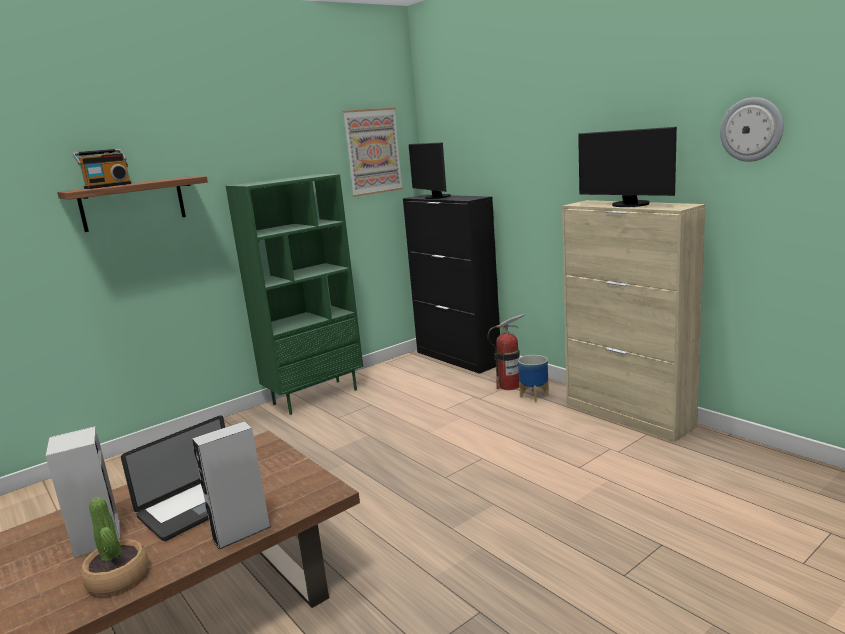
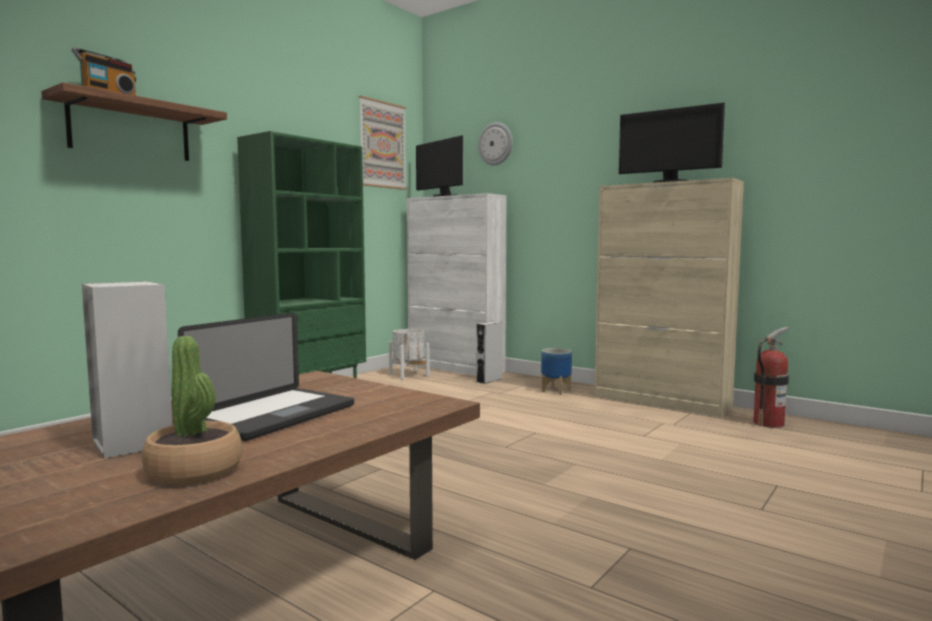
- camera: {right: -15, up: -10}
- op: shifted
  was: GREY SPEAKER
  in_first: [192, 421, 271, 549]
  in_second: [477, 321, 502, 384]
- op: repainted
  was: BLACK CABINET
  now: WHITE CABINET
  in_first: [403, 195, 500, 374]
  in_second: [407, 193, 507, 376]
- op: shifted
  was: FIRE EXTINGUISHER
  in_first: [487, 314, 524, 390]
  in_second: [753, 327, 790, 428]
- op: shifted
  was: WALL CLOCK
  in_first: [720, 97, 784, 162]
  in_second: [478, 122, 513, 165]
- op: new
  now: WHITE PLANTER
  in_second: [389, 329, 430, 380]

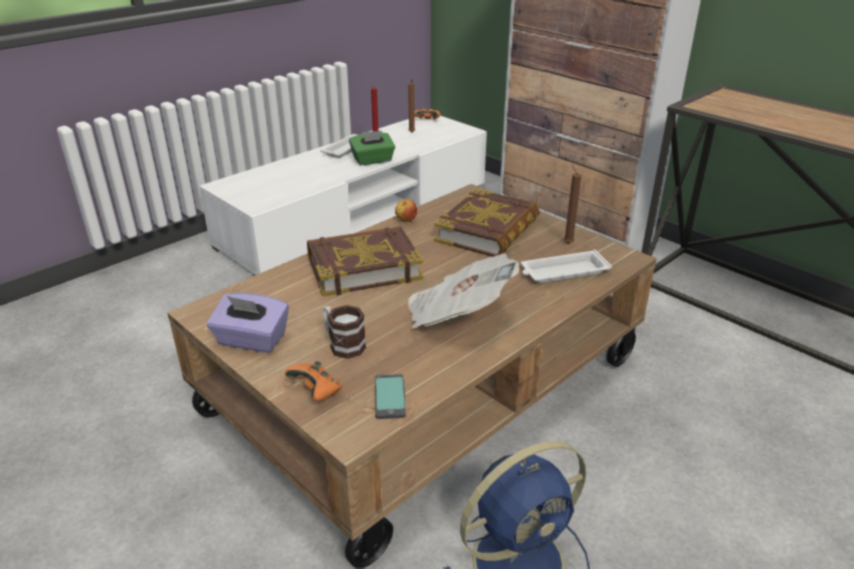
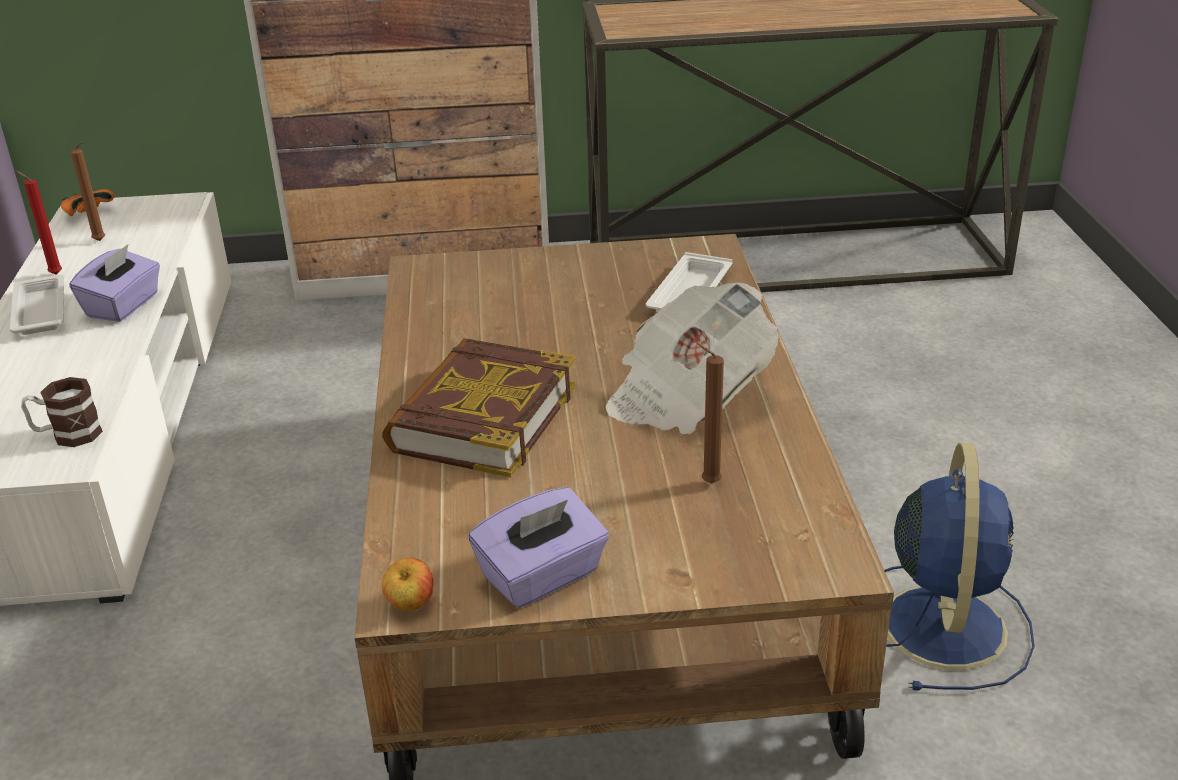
- camera: {right: -50, up: 0}
- op: gone
  was: ORANGE GAME CONTROLLER
  in_first: [285, 361, 343, 401]
- op: shifted
  was: MUG
  in_first: [323, 305, 366, 359]
  in_second: [21, 377, 103, 447]
- op: repainted
  was: GREEN TISSUE BOX
  now: PURPLE TISSUE BOX
  in_first: [349, 130, 395, 165]
  in_second: [69, 245, 160, 322]
- op: gone
  was: PHONE
  in_first: [375, 374, 406, 419]
- op: shifted
  was: APPLE
  in_first: [395, 199, 417, 222]
  in_second: [382, 558, 434, 611]
- op: gone
  was: BOOK
  in_first: [434, 189, 540, 257]
- op: shifted
  was: BROWN CANDLE
  in_first: [564, 164, 581, 244]
  in_second: [697, 343, 724, 484]

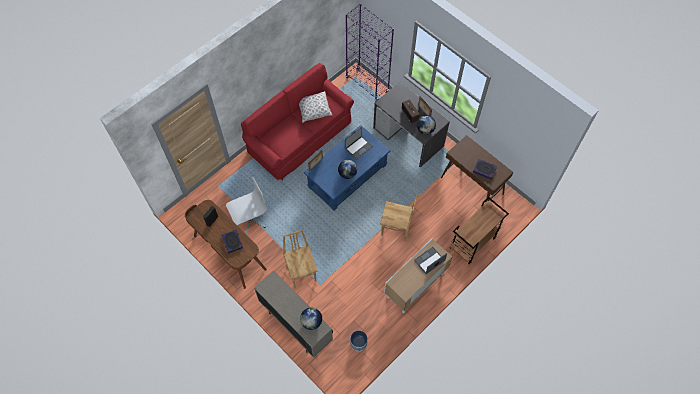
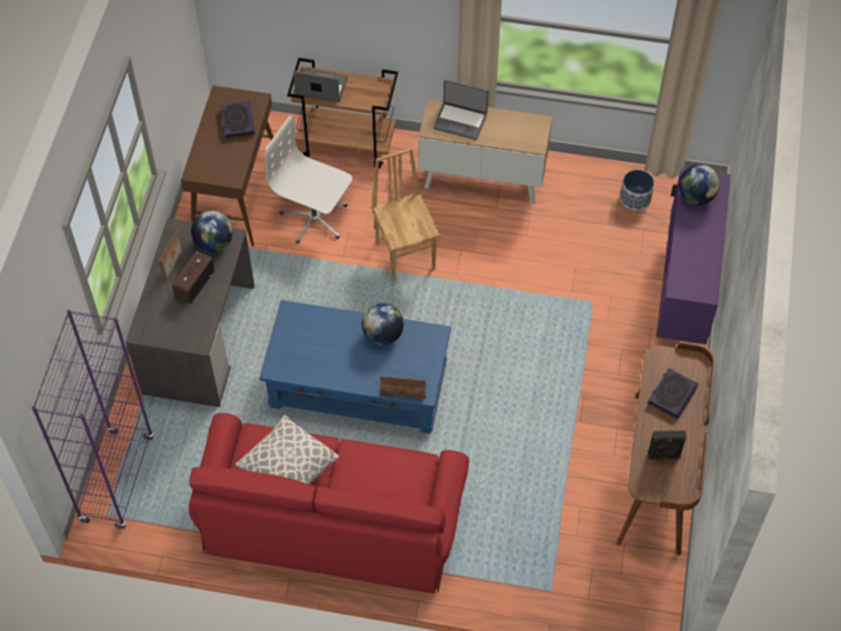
- camera: {right: -125, up: -5}
- op: shifted
  was: WHITE OFFICE CHAIR
  in_first: [226, 177, 267, 235]
  in_second: [265, 116, 352, 244]
- op: repainted
  was: BEIGE CABINET
  now: PURPLE CABINET
  in_first: [254, 271, 333, 357]
  in_second: [656, 167, 731, 345]
- op: gone
  was: BROWN CHAIR
  in_first: [283, 230, 317, 288]
- op: shifted
  was: LAPTOP
  in_first: [345, 127, 373, 160]
  in_second: [293, 69, 348, 102]

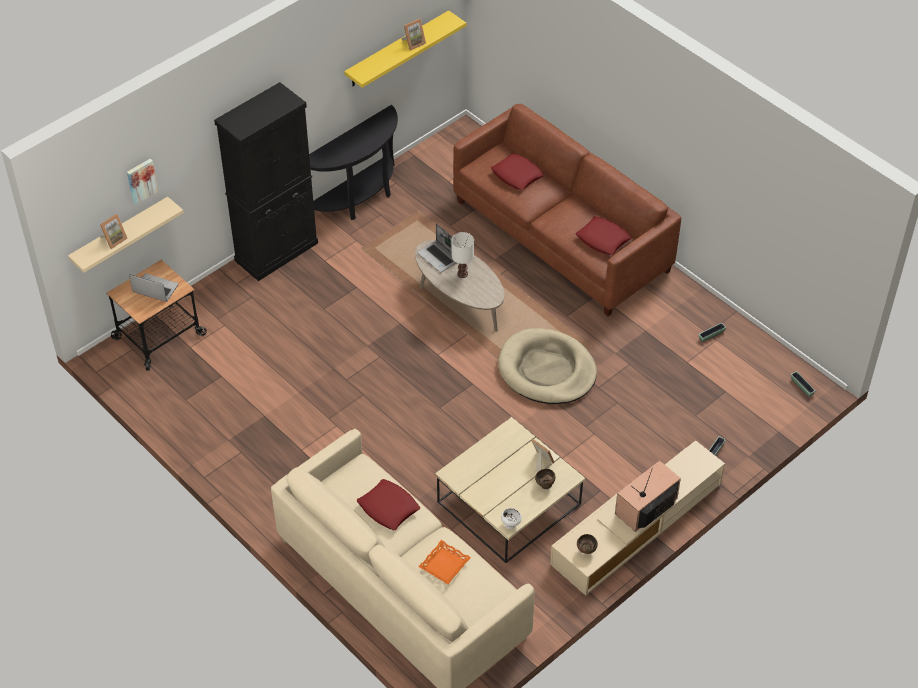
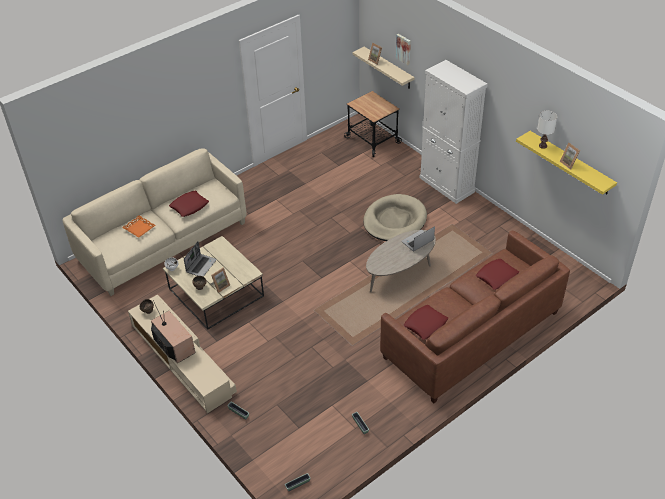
- camera: {right: 95, up: -5}
- op: shifted
  was: LAPTOP
  in_first: [129, 273, 178, 302]
  in_second: [184, 241, 217, 277]
- op: repainted
  was: BLACK CABINET
  now: WHITE CABINET
  in_first: [214, 82, 318, 281]
  in_second: [420, 60, 487, 204]
- op: gone
  was: BLACK CONSOLE TABLE
  in_first: [309, 105, 398, 220]
- op: shifted
  was: WHITE TABLE LAMP
  in_first: [451, 232, 474, 278]
  in_second: [537, 111, 557, 149]
- op: shifted
  was: BEIGE DOG BED
  in_first: [498, 328, 597, 404]
  in_second: [363, 194, 427, 241]

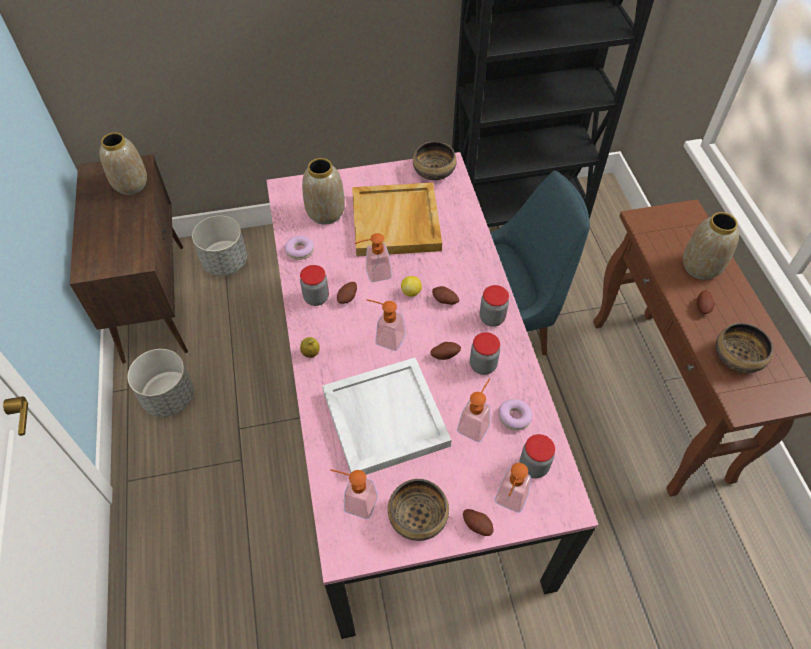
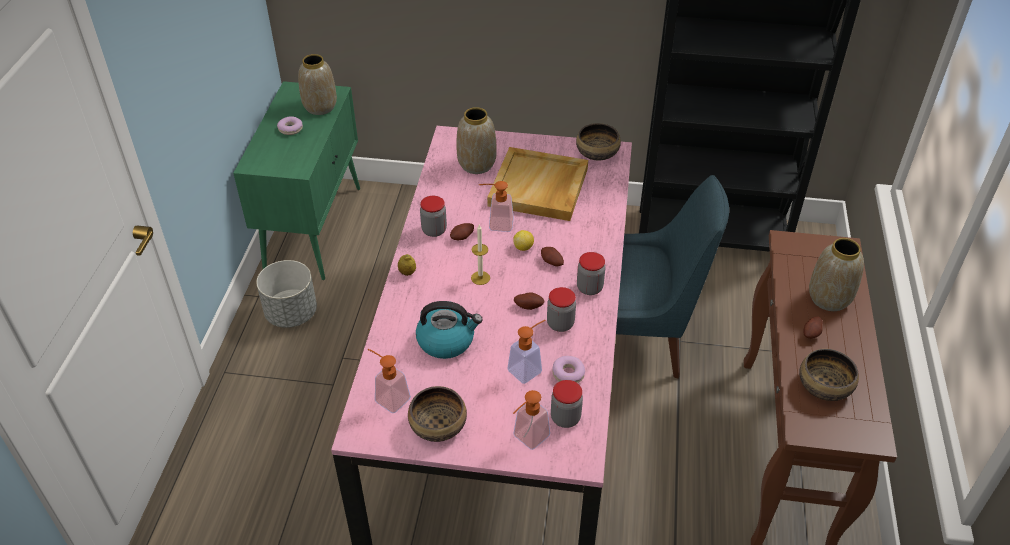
- camera: {right: 20, up: -10}
- op: repainted
  was: BROWN CABINET
  now: GREEN CABINET
  in_first: [70, 155, 188, 364]
  in_second: [233, 81, 360, 280]
- op: gone
  was: GREY PLANTER
  in_first: [192, 215, 247, 276]
- op: shifted
  was: DONUT
  in_first: [285, 236, 314, 260]
  in_second: [277, 116, 303, 135]
- op: swapped
  was: WHITE TRAY
  now: KETTLE
  in_first: [322, 358, 451, 475]
  in_second: [416, 301, 483, 359]
- op: swapped
  was: SOAP DISPENSER
  now: CANDLE
  in_first: [366, 299, 405, 351]
  in_second: [471, 225, 490, 285]
- op: gone
  was: POTATO
  in_first: [463, 509, 493, 536]

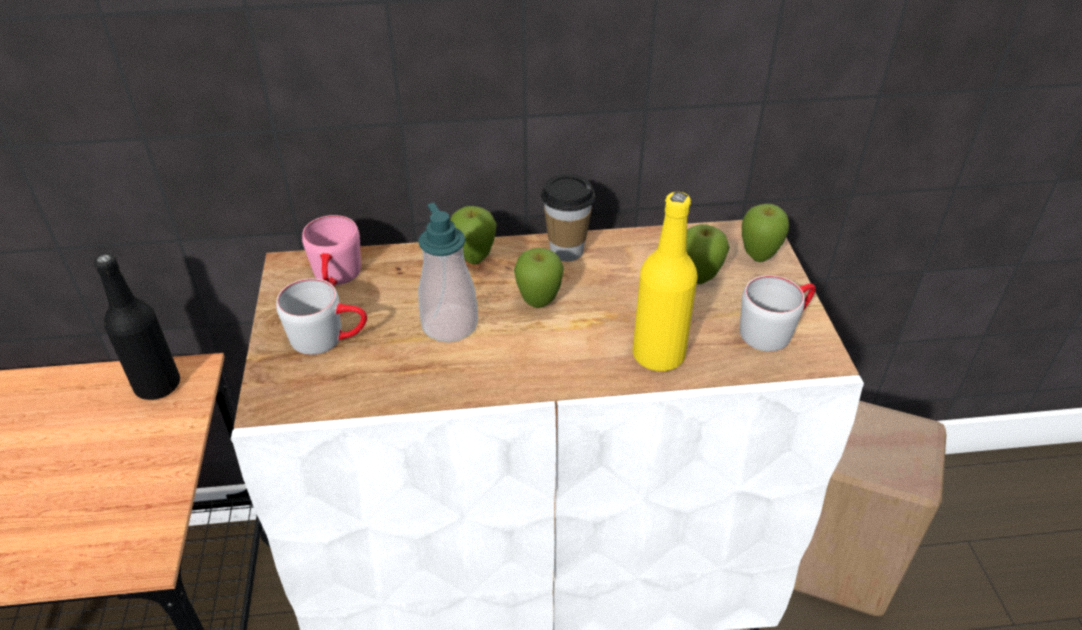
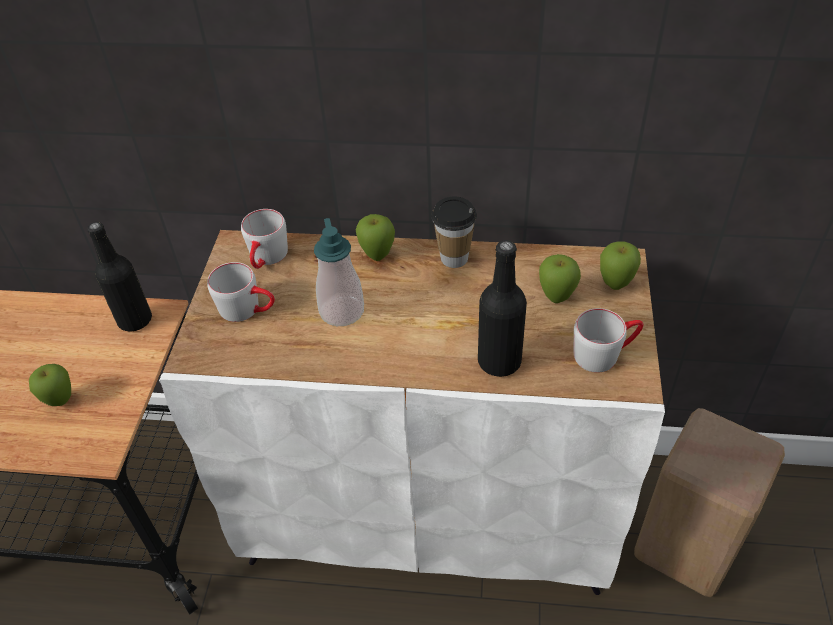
- camera: {right: 15, up: 5}
- op: repainted
  was: PINK MUG
  now: GREY MUG
  in_first: [302, 215, 361, 286]
  in_second: [241, 209, 288, 269]
- op: shifted
  was: APPLE
  in_first: [514, 248, 564, 308]
  in_second: [29, 364, 71, 406]
- op: repainted
  was: YELLOW BOTTLE
  now: BLACK BOTTLE
  in_first: [633, 192, 698, 371]
  in_second: [478, 240, 527, 377]

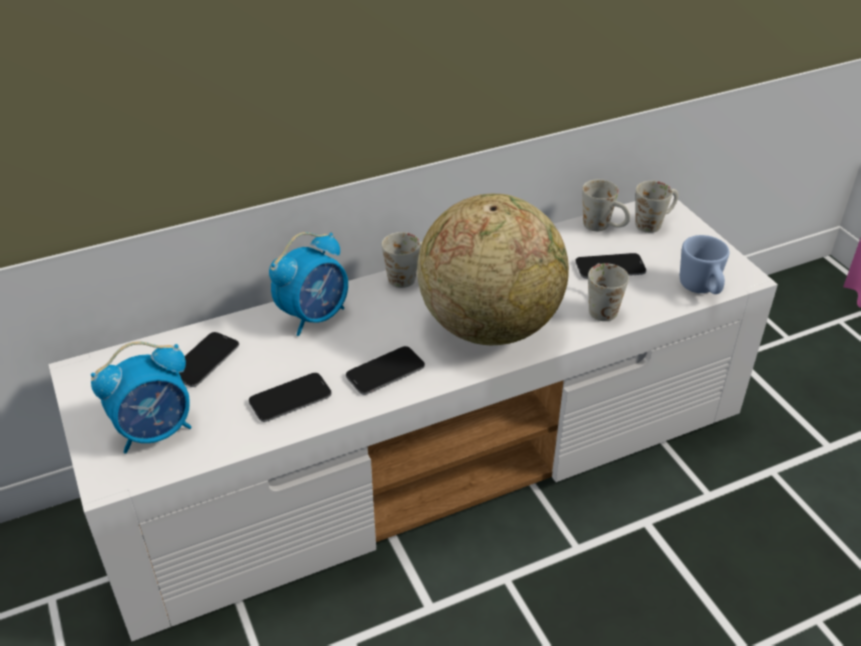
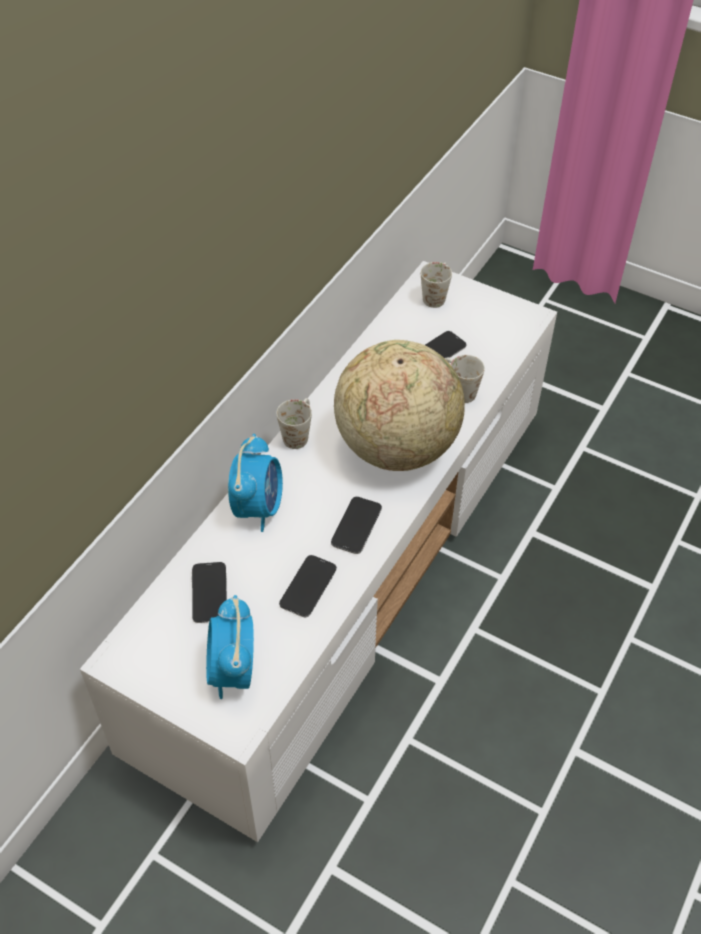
- camera: {right: -35, up: 10}
- op: rotated
  was: ALARM CLOCK
  in_first: [91, 342, 192, 454]
  in_second: [206, 595, 254, 699]
  clockwise: 150
- op: gone
  was: WHITE MUG
  in_first: [582, 179, 630, 231]
- op: gone
  was: BLUE MUG
  in_first: [680, 235, 729, 294]

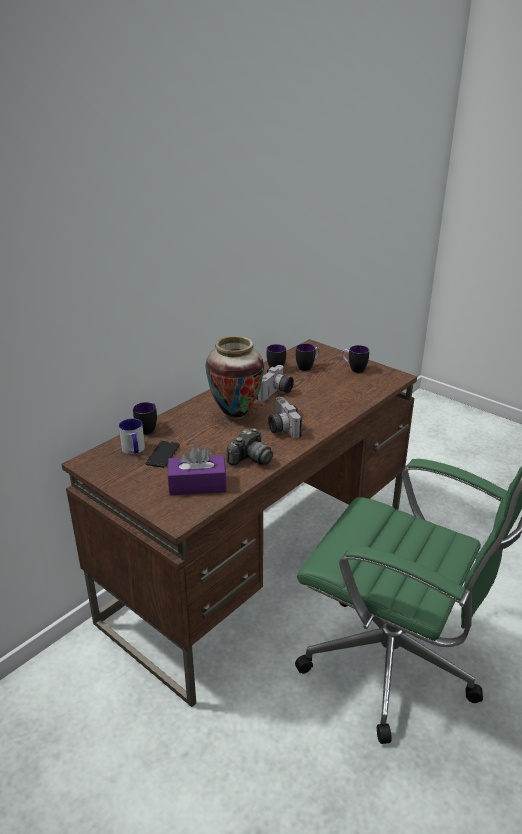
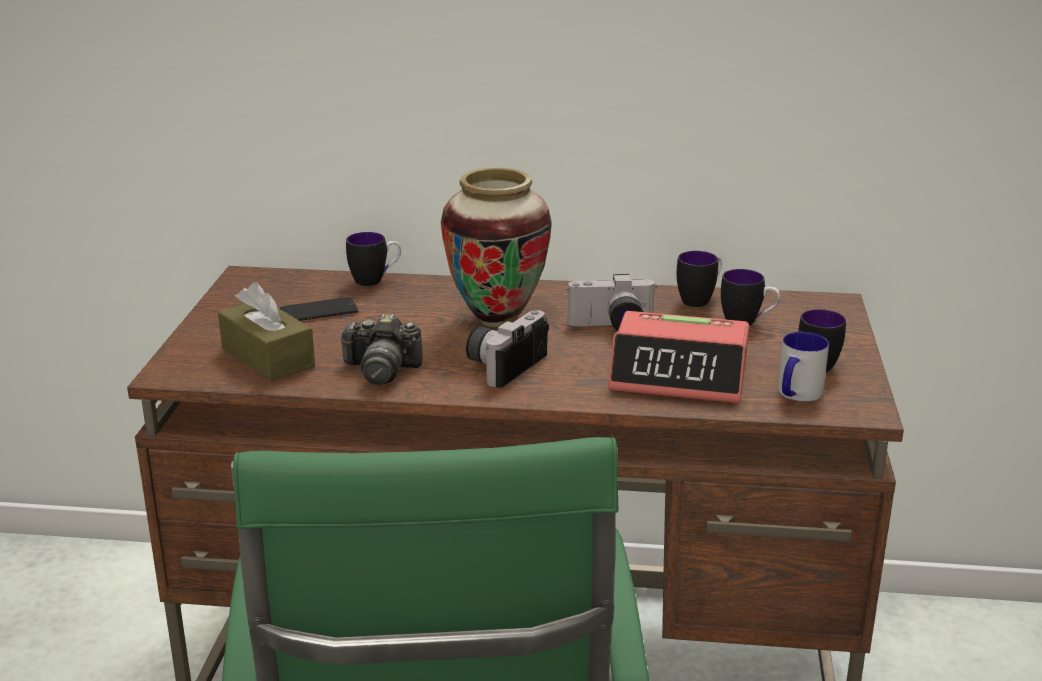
- camera: {right: 55, up: -5}
- op: shifted
  was: MUG
  in_first: [119, 419, 145, 455]
  in_second: [778, 332, 829, 402]
- op: repainted
  was: PURPLE TISSUE BOX
  now: BROWN TISSUE BOX
  in_first: [168, 446, 227, 495]
  in_second: [218, 282, 315, 382]
- op: new
  now: ALARM CLOCK
  in_second: [608, 311, 749, 403]

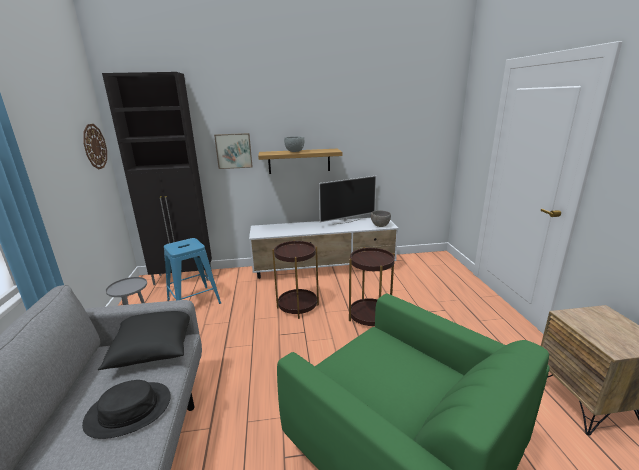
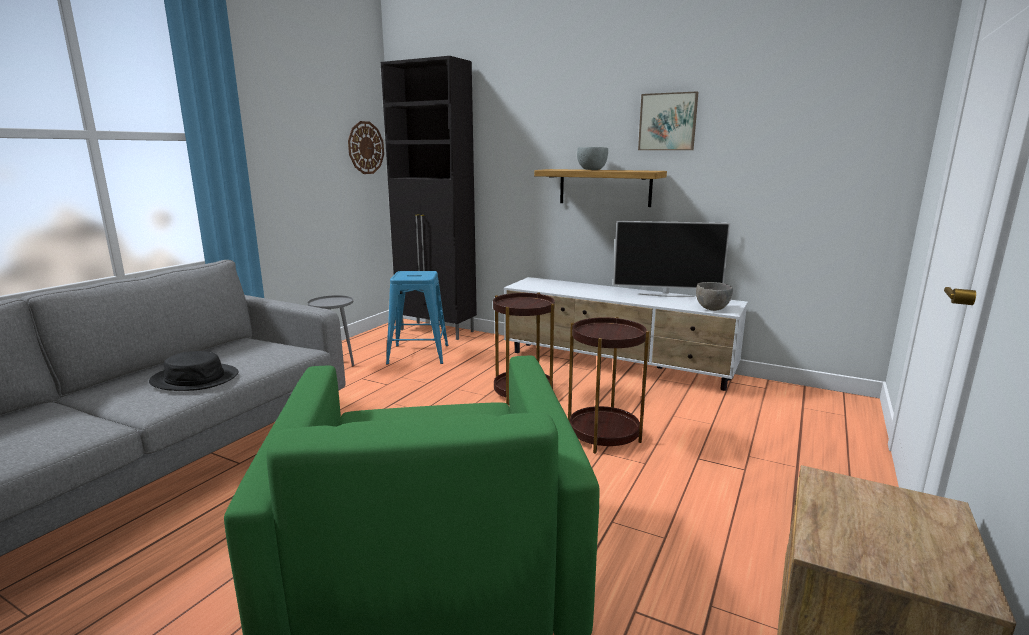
- camera: {right: 35, up: -5}
- op: gone
  was: BLACK PILLOW
  in_first: [98, 311, 190, 370]
- op: shifted
  was: PICTURE
  in_first: [214, 133, 253, 169]
  in_second: [638, 91, 699, 150]

